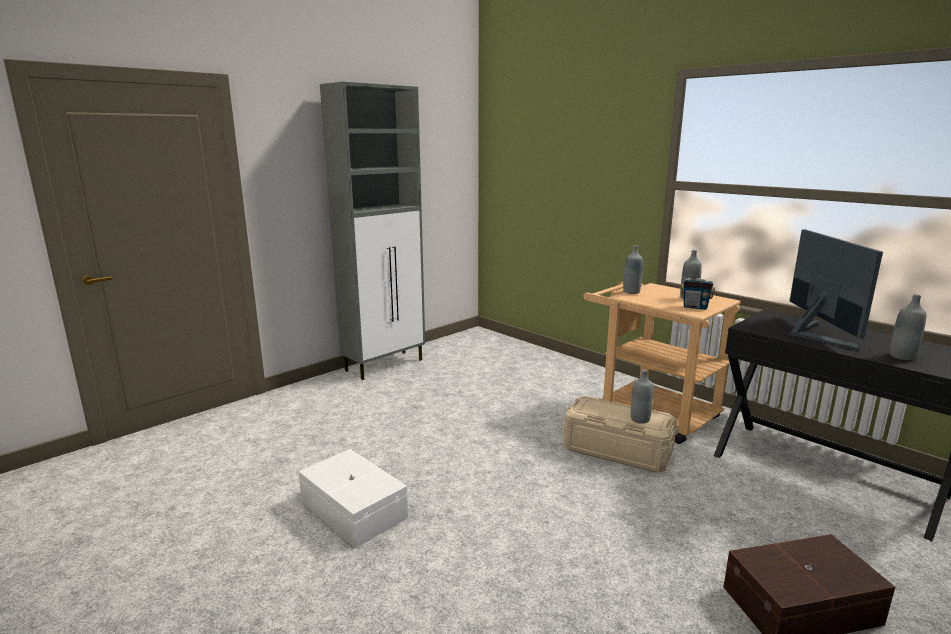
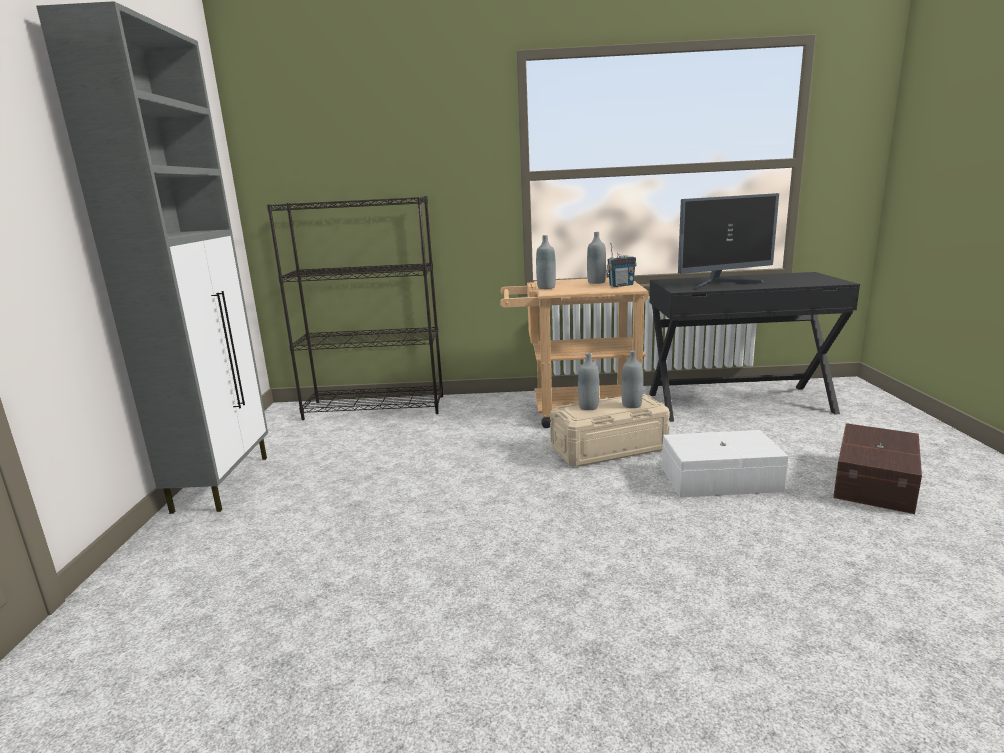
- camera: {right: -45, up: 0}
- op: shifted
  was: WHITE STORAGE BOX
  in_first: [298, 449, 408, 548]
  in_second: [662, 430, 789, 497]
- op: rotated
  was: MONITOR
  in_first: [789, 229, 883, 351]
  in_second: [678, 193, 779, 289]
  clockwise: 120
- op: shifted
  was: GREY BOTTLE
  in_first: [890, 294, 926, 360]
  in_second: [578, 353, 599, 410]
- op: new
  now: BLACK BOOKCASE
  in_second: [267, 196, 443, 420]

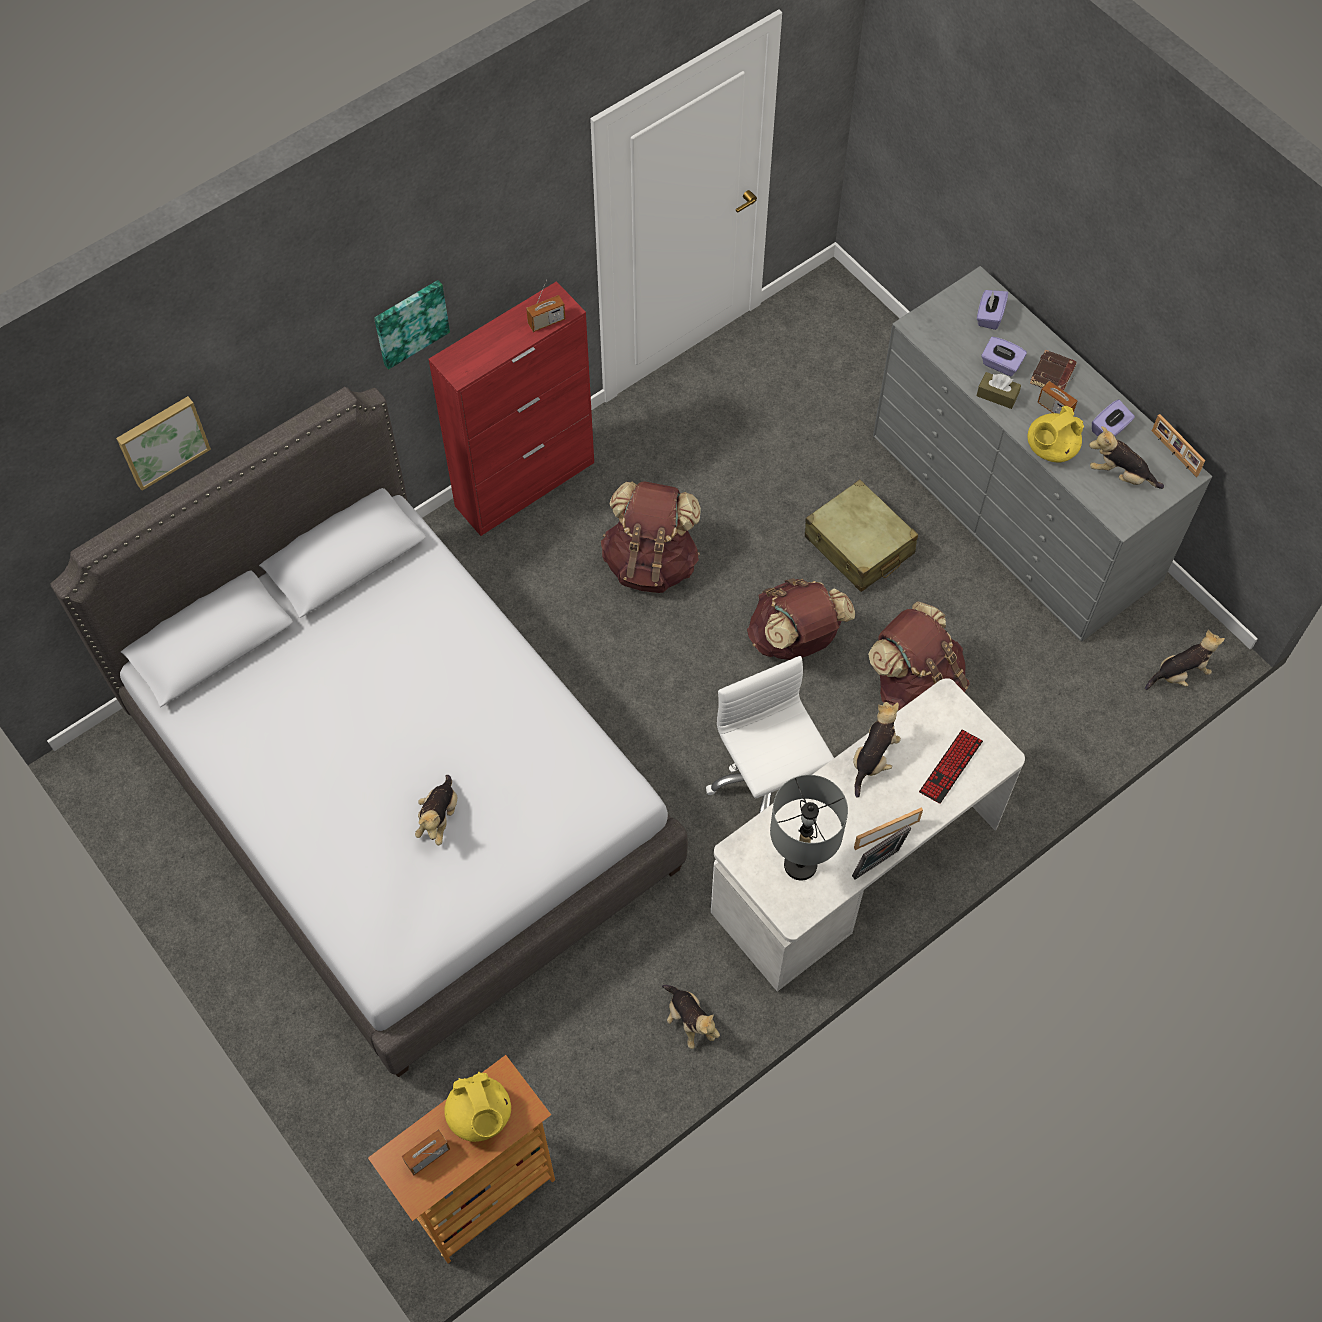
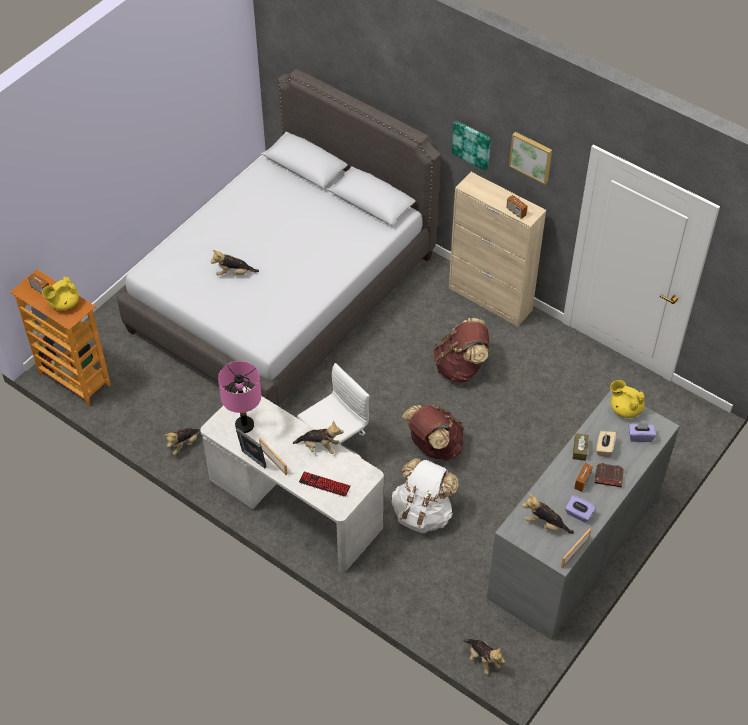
- camera: {right: 75, up: -10}
- op: shifted
  was: PICTURE
  in_first: [116, 396, 211, 491]
  in_second: [509, 132, 552, 184]
- op: repainted
  was: RED CABINET
  now: BEIGE CABINET
  in_first: [428, 281, 594, 536]
  in_second: [449, 172, 546, 326]
- op: repainted
  was: GREY TABLE LAMP
  now: PINK TABLE LAMP
  in_first: [770, 775, 848, 881]
  in_second: [218, 361, 261, 433]
- op: gone
  was: BEIGE SUITCASE
  in_first: [805, 479, 918, 592]
- op: repainted
  was: BROWN BACKPACK
  now: WHITE BACKPACK
  in_first: [868, 602, 970, 711]
  in_second: [392, 458, 459, 533]
- op: repainted
  was: PURPLE TISSUE BOX
  now: BEIGE TISSUE BOX
  in_first: [981, 337, 1027, 376]
  in_second: [596, 431, 616, 457]
- op: shifted
  was: YELLOW TEAPOT
  in_first: [1028, 406, 1084, 462]
  in_second: [610, 380, 645, 418]
- op: rotated
  was: PLUSH TOY
  in_first: [1089, 426, 1164, 489]
  in_second: [522, 494, 574, 534]
  clockwise: -75

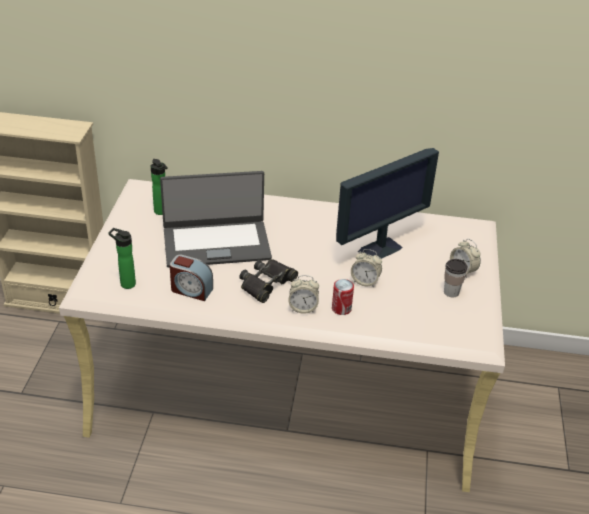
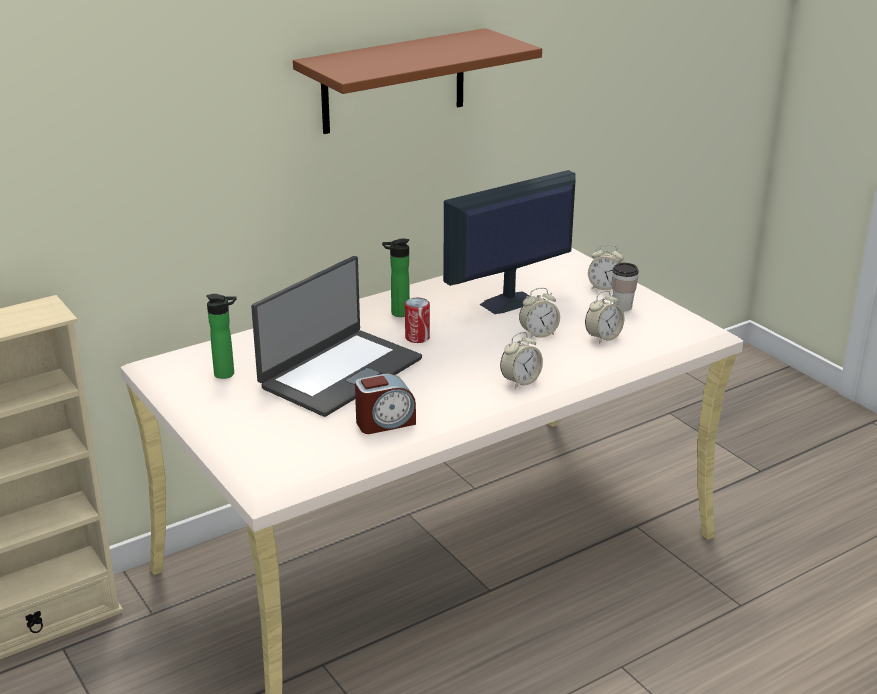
- camera: {right: -40, up: -10}
- op: shifted
  was: BOTTLE
  in_first: [108, 228, 136, 289]
  in_second: [382, 238, 410, 317]
- op: gone
  was: BLACK BINOCULARS
  in_first: [239, 259, 298, 303]
- op: shifted
  was: CAN
  in_first: [332, 279, 354, 315]
  in_second: [405, 298, 430, 343]
- op: rotated
  was: MONITOR
  in_first: [336, 148, 439, 259]
  in_second: [443, 170, 576, 314]
  clockwise: -135
- op: new
  now: BROWN SHELF
  in_second: [293, 28, 542, 134]
- op: new
  now: ALARM CLOCK
  in_second: [585, 291, 624, 344]

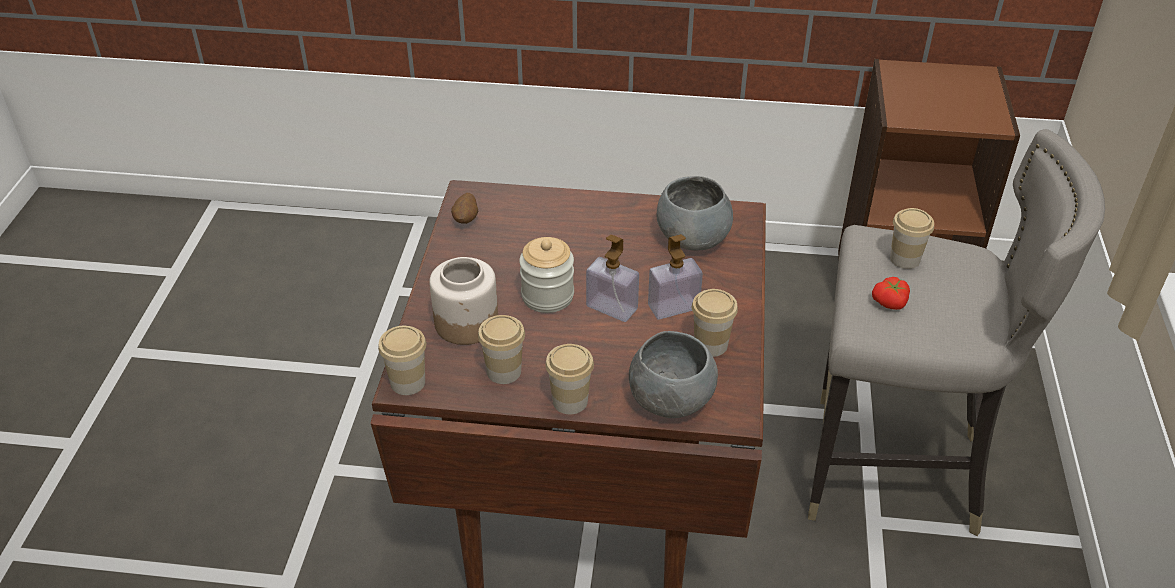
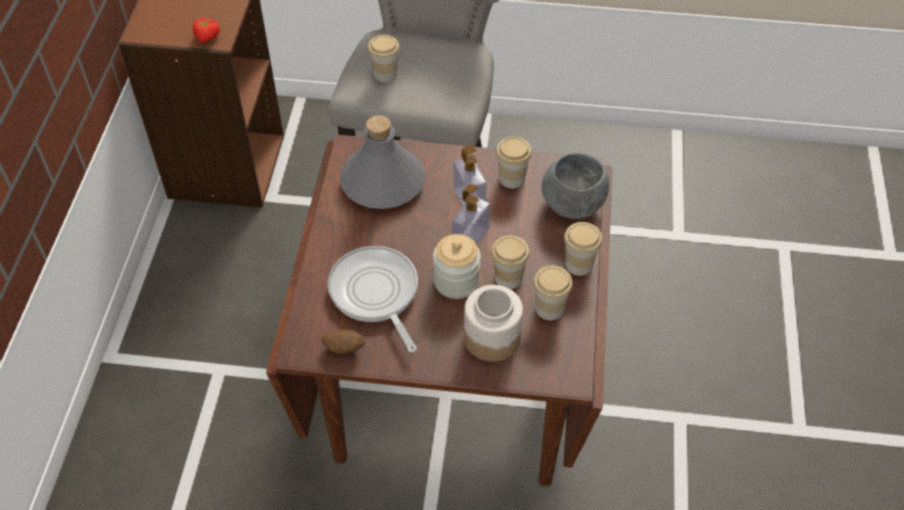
- camera: {right: -90, up: 10}
- op: shifted
  was: CUP
  in_first: [378, 326, 426, 395]
  in_second: [491, 235, 530, 289]
- op: swapped
  was: GREY BOWL
  now: GREY BOTTLE
  in_first: [657, 176, 733, 250]
  in_second: [340, 115, 425, 209]
- op: shifted
  was: TOMATO
  in_first: [872, 277, 910, 310]
  in_second: [193, 18, 220, 43]
- op: new
  now: FRYING PAN
  in_second: [328, 246, 418, 352]

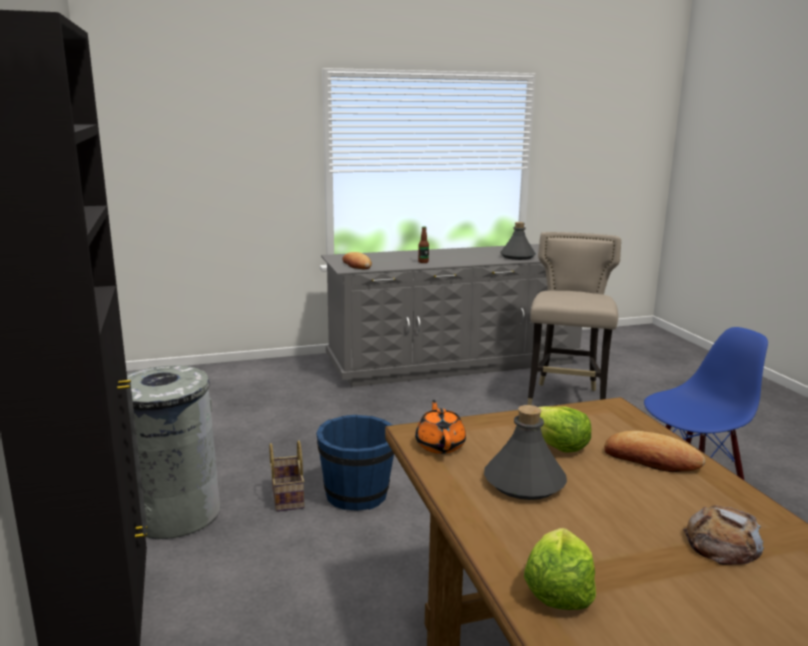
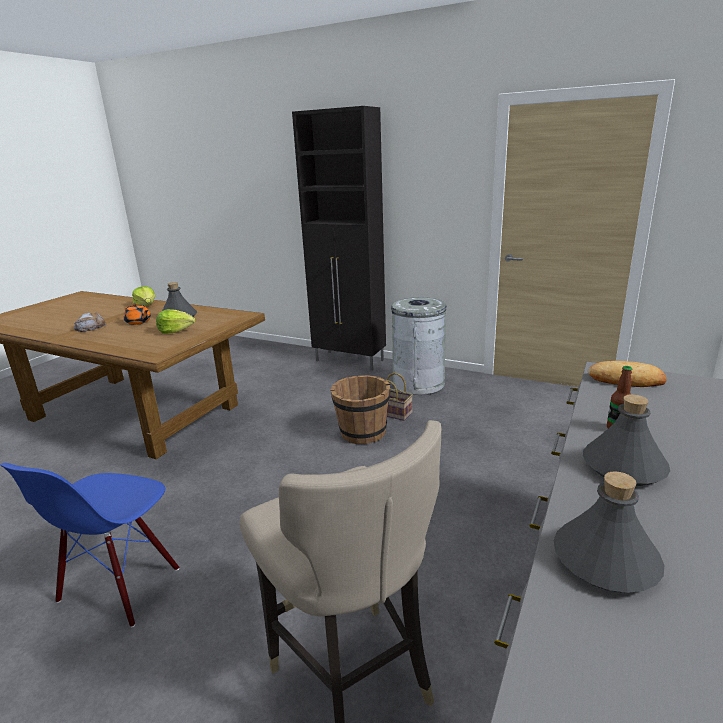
- camera: {right: 135, up: 5}
- op: repainted
  was: BLUE BUCKET
  now: BROWN BUCKET
  in_first: [316, 414, 394, 511]
  in_second: [330, 375, 390, 444]
- op: shifted
  was: ORANGE TEAPOT
  in_first: [415, 400, 466, 454]
  in_second: [124, 303, 151, 325]
- op: gone
  was: BREAD
  in_first: [604, 431, 705, 472]
- op: new
  now: GREY BOTTLE
  in_second: [583, 394, 670, 486]

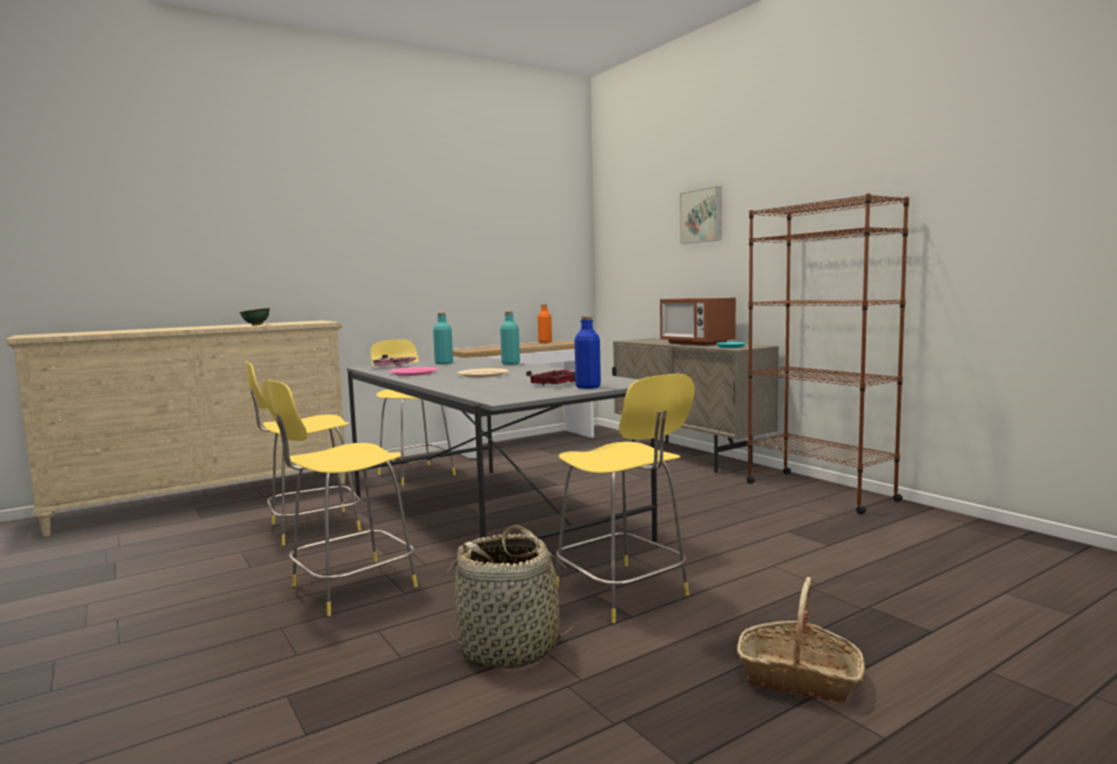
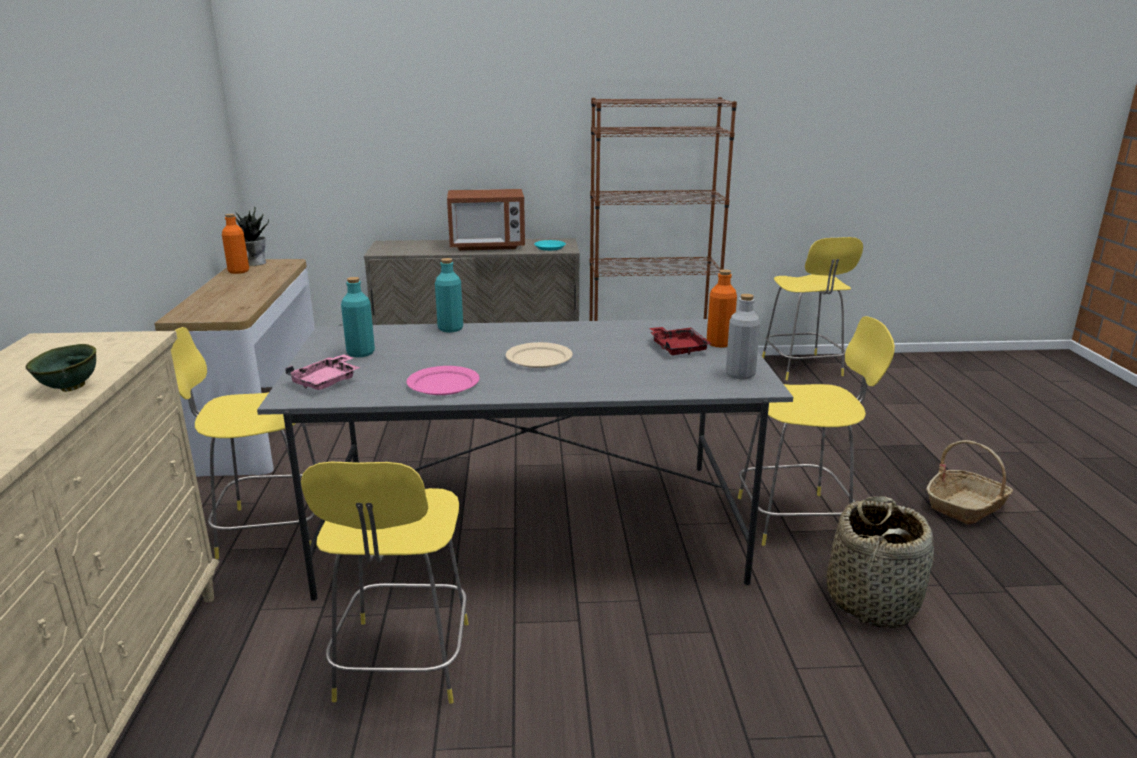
- camera: {right: -60, up: 15}
- op: shifted
  was: YELLOW STOOL
  in_first: [262, 380, 418, 616]
  in_second: [762, 237, 863, 380]
- op: repainted
  was: BLUE BOTTLE
  now: ORANGE BOTTLE
  in_first: [574, 316, 601, 389]
  in_second: [707, 269, 737, 348]
- op: gone
  was: PICTURE
  in_first: [680, 186, 721, 244]
- op: new
  now: POTTED PLANT
  in_second: [236, 207, 269, 266]
- op: new
  now: GREY BOTTLE
  in_second: [726, 294, 760, 380]

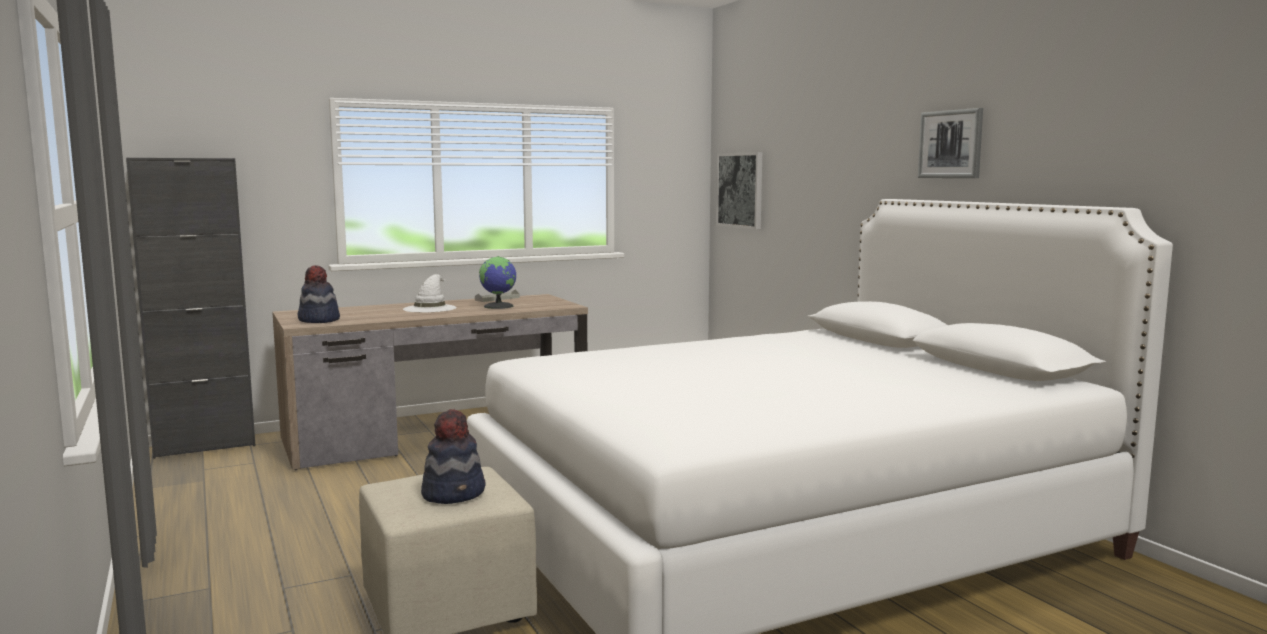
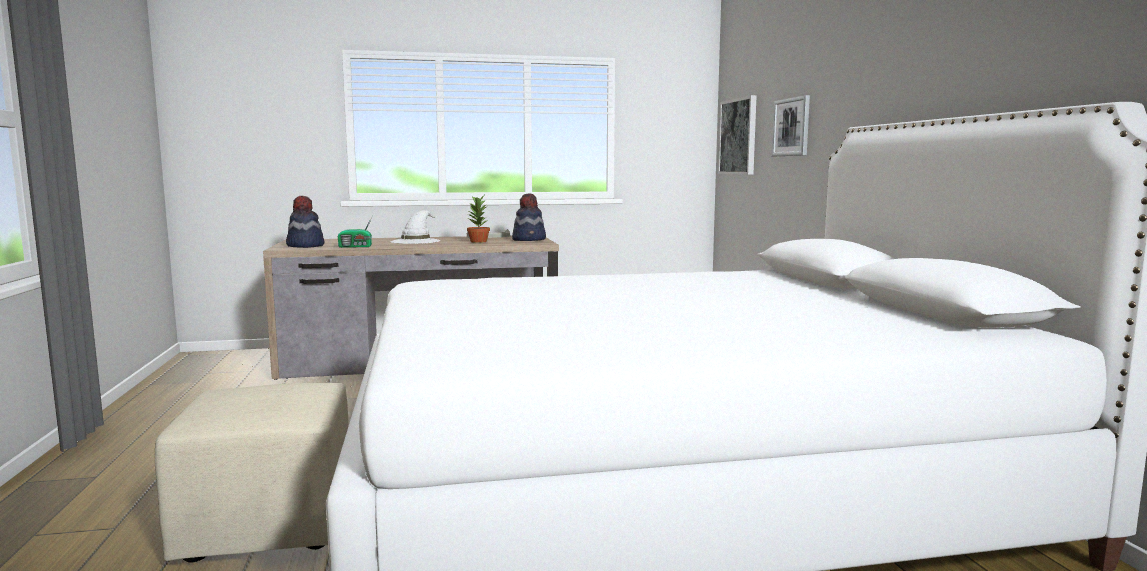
- camera: {right: 15, up: 0}
- op: gone
  was: BLACK CABINET
  in_first: [126, 158, 256, 459]
- op: shifted
  was: HAT
  in_first: [421, 409, 486, 504]
  in_second: [512, 193, 546, 241]
- op: swapped
  was: GLOBE
  now: POTTED PLANT
  in_first: [479, 256, 516, 309]
  in_second: [467, 196, 490, 243]
- op: shifted
  was: PICTURE
  in_first: [918, 108, 983, 178]
  in_second: [772, 95, 810, 156]
- op: new
  now: RADIO
  in_second: [338, 217, 372, 248]

